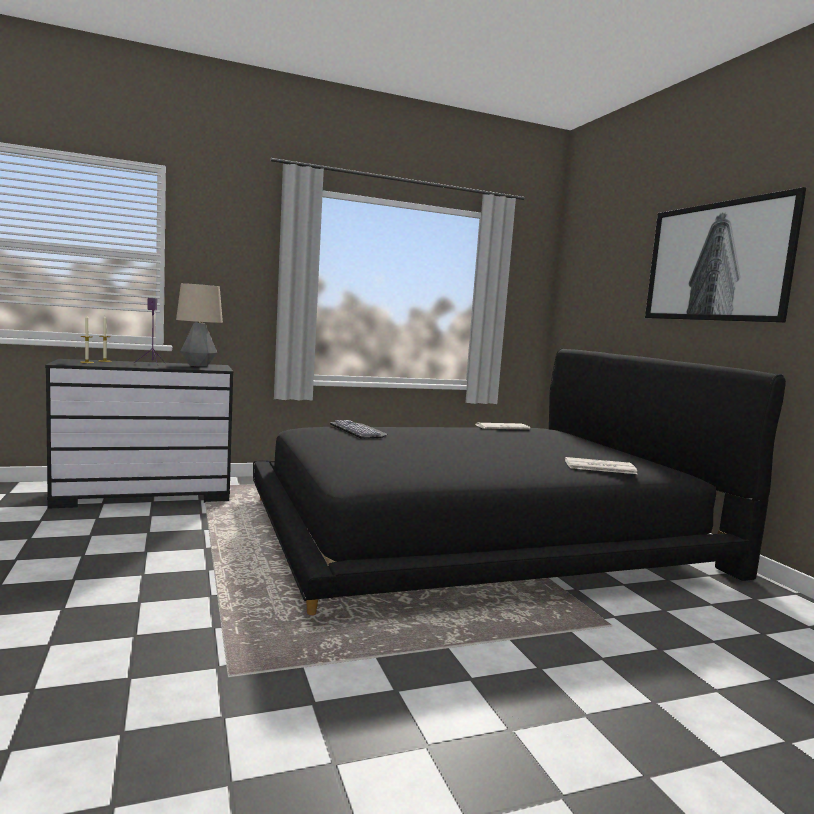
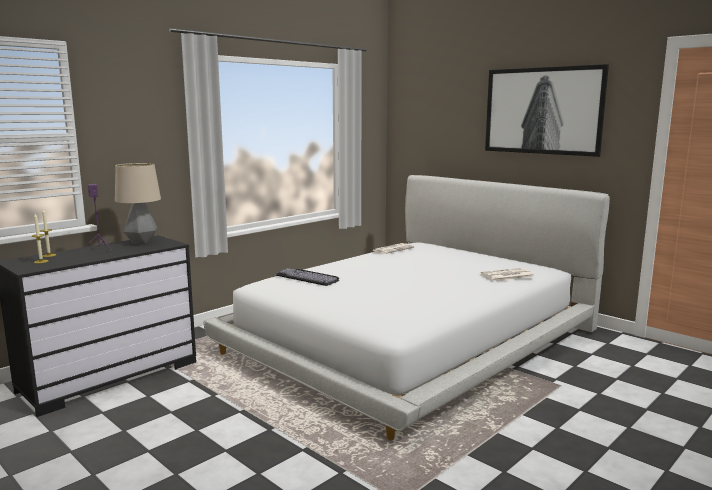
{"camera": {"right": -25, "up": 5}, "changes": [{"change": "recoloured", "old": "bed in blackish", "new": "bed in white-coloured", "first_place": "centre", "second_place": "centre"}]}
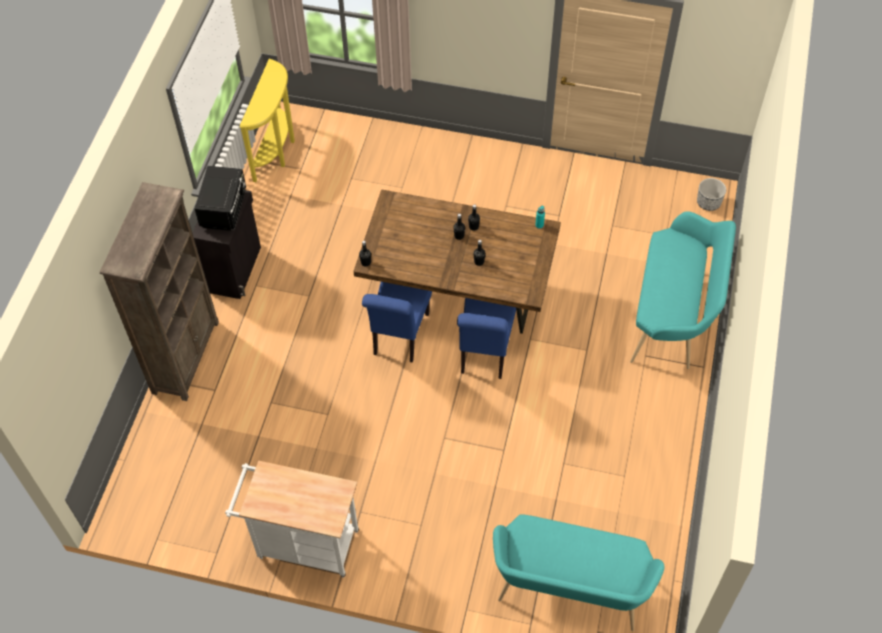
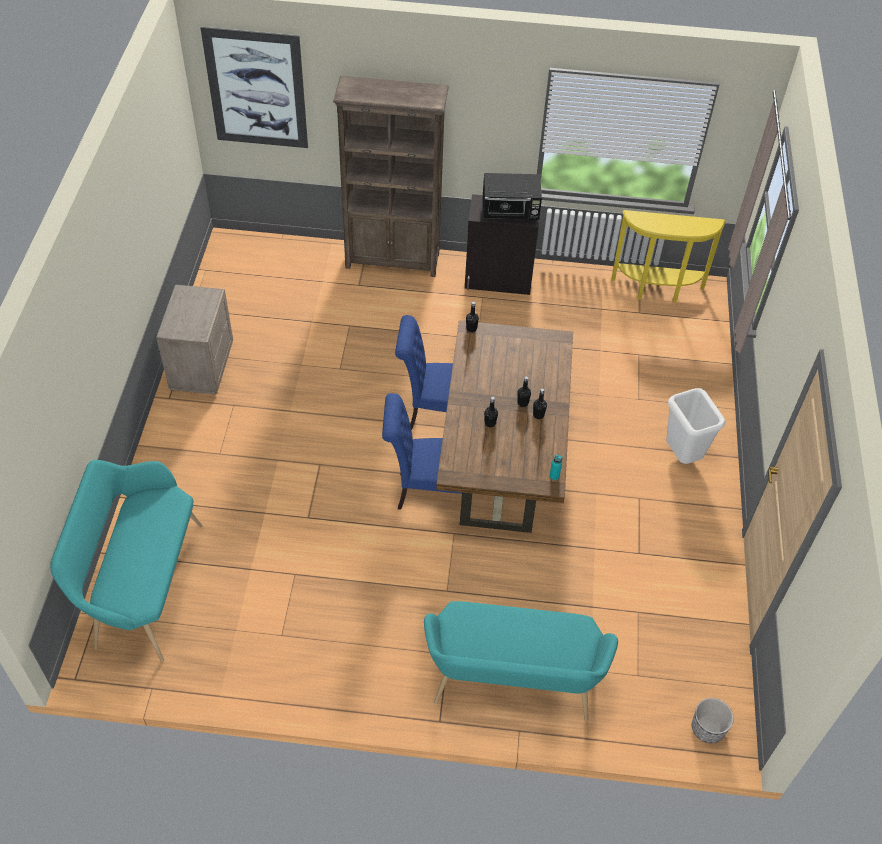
{"camera": {"right": 80, "up": -5}, "changes": [{"change": "replaced", "old": "cart in white-coloured", "new": "nightstand in sand-coloured", "first_place": "bottom left", "second_place": "middle left"}, {"change": "added", "new": "picture", "second_place": "top left"}, {"change": "added", "new": "trash can in white-coloured", "second_place": "middle right"}]}
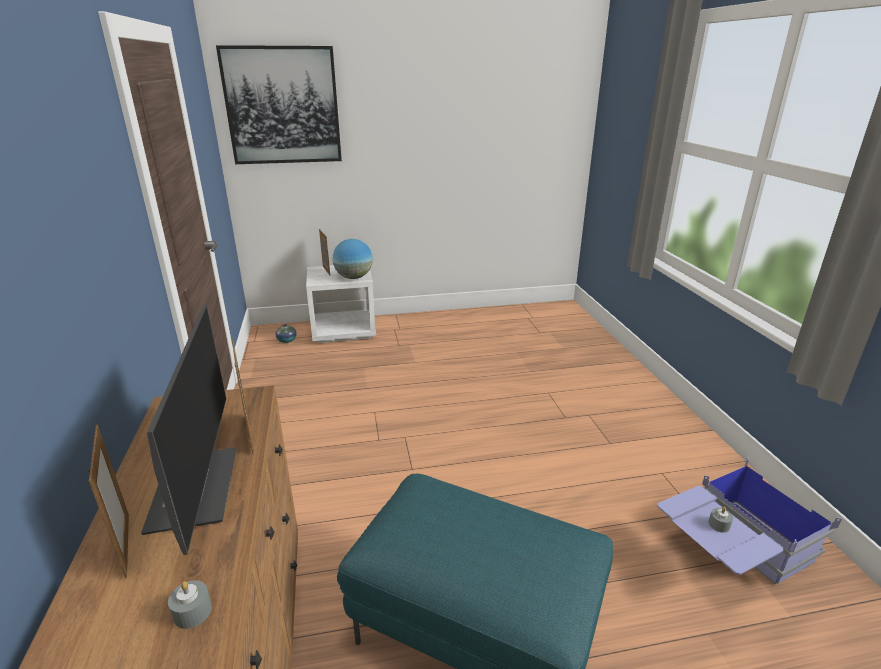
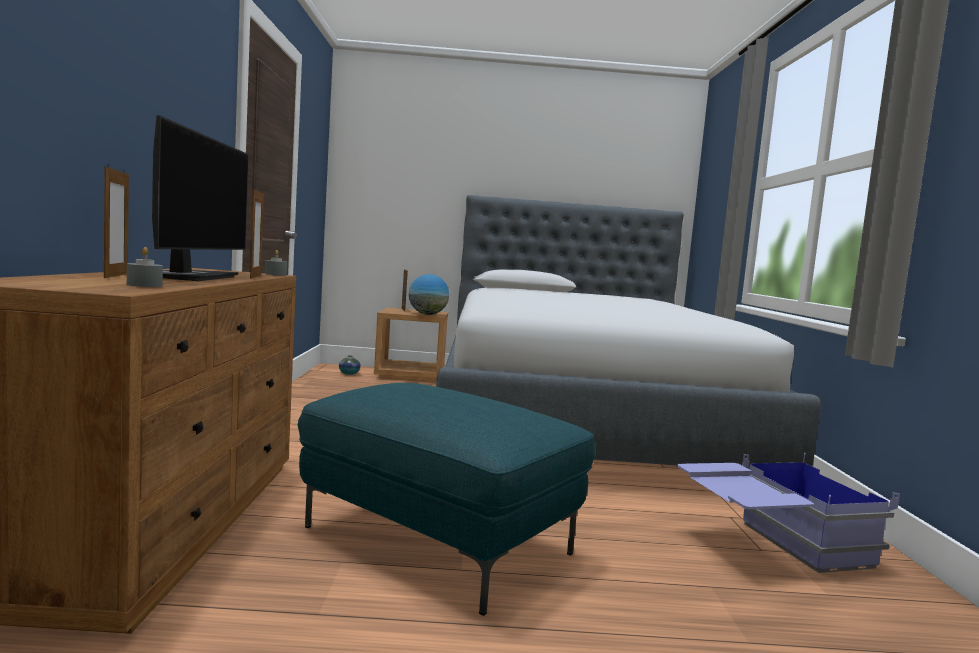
{"camera": {"right": 10, "up": -20}, "changes": [{"change": "moved", "old": "wax light in greyish (2nd from left)", "first_place": "bottom right", "second_place": "middle left"}, {"change": "recoloured", "old": "nightstand in white-coloured", "new": "nightstand in brown", "first_place": "centre", "second_place": "centre"}, {"change": "added", "new": "bed", "second_place": "centre"}, {"change": "removed", "old": "picture", "first_place": "top left"}]}
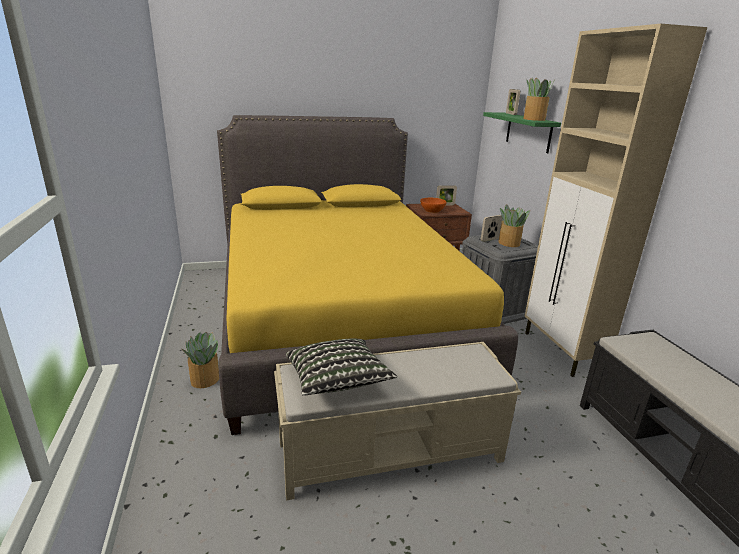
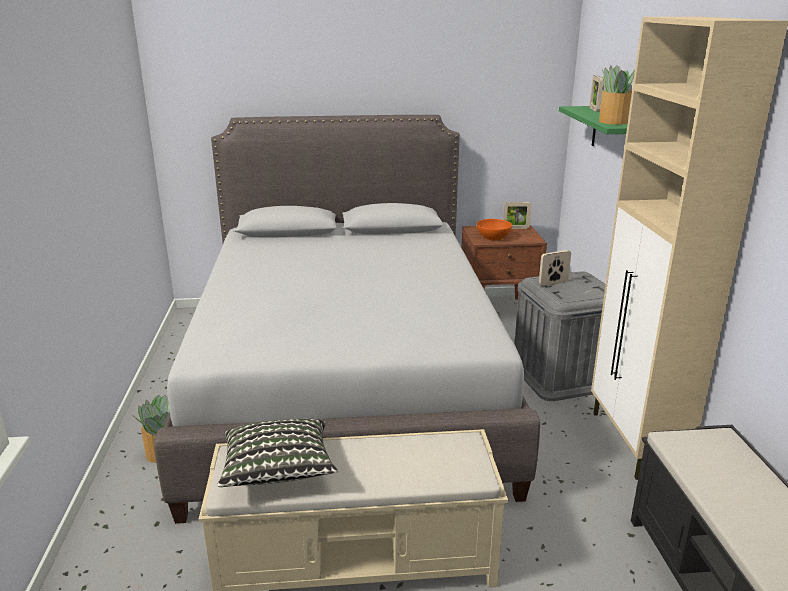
{"camera": {"right": 10, "up": 0}, "changes": [{"change": "recoloured", "old": "bed in yellow-coloured", "new": "bed in greyish", "first_place": "centre", "second_place": "centre"}, {"change": "removed", "old": "plant in a pot (2nd from left)", "first_place": "middle right"}]}
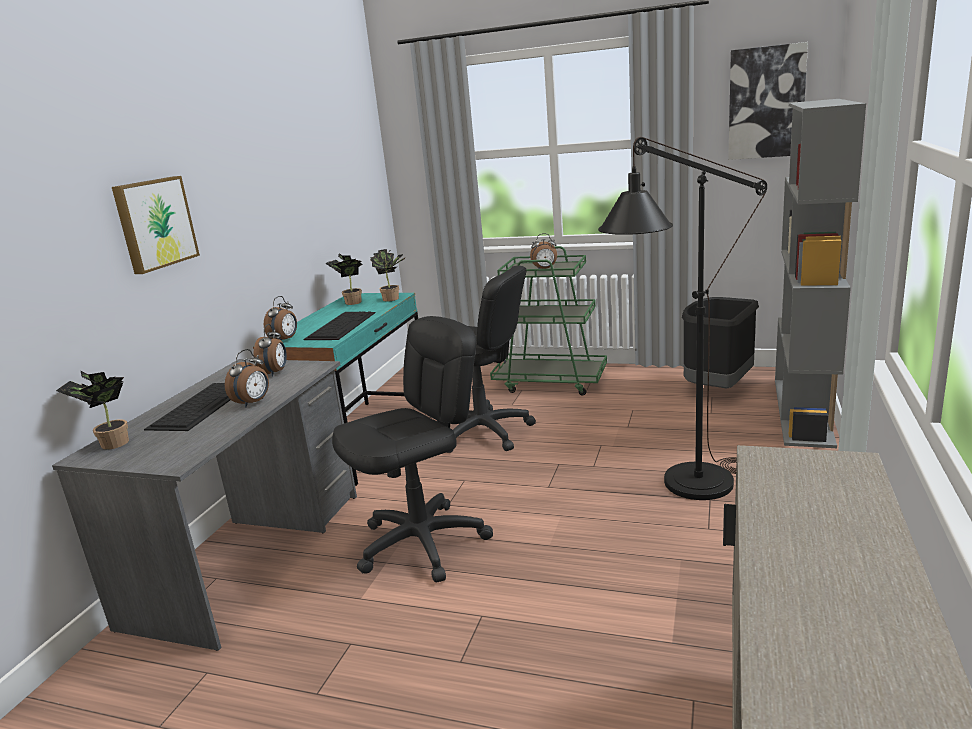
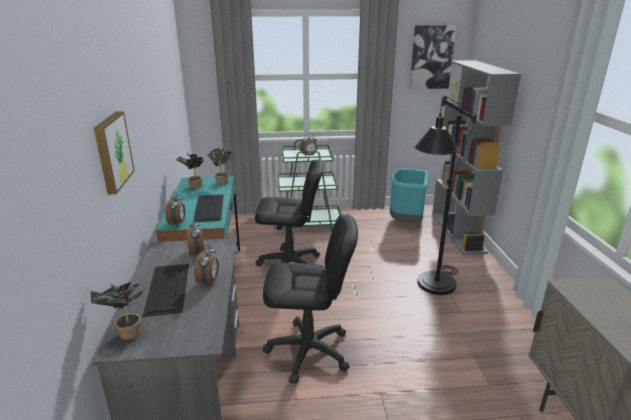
{"camera": {"right": -25, "up": 5}, "changes": [{"change": "turned", "old": "desk chair in blackish (1st from left in the first image)", "first_place": "centre", "second_place": "bottom centre", "degrees": 60}, {"change": "recoloured", "old": "trash can in blackish", "new": "trash can in turquoise-coloured", "first_place": "middle right", "second_place": "centre"}]}
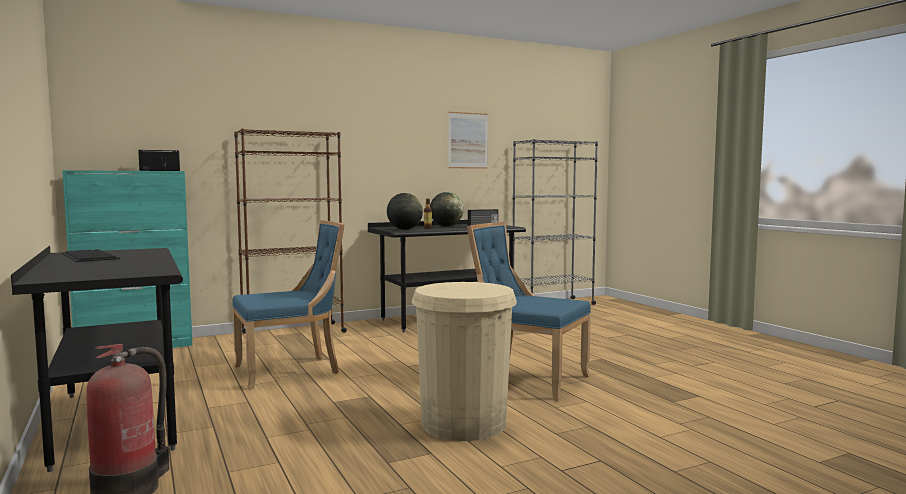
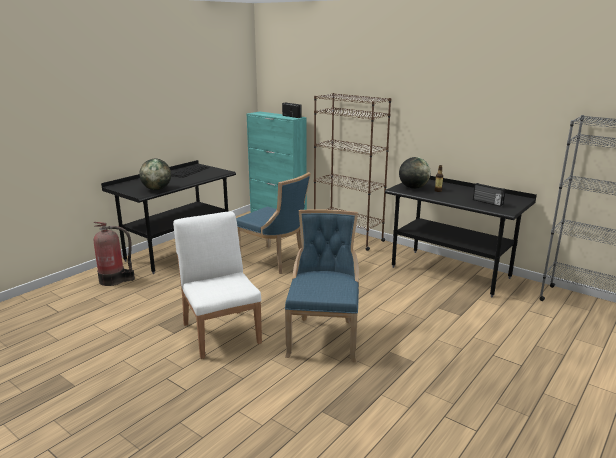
{"camera": {"right": 65, "up": 15}, "changes": [{"change": "moved", "old": "globe (2nd from left in the first image)", "new": "globe (1st from left)", "first_place": "centre", "second_place": "middle left"}, {"change": "replaced", "old": "trash can in sand-coloured", "new": "upright chair in white-coloured", "first_place": "bottom centre", "second_place": "centre"}, {"change": "removed", "old": "picture", "first_place": "top centre"}]}
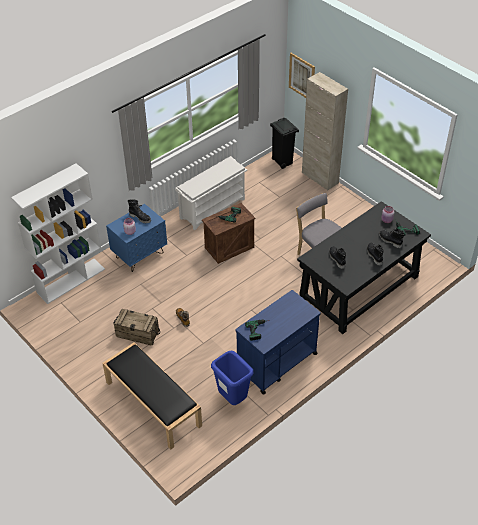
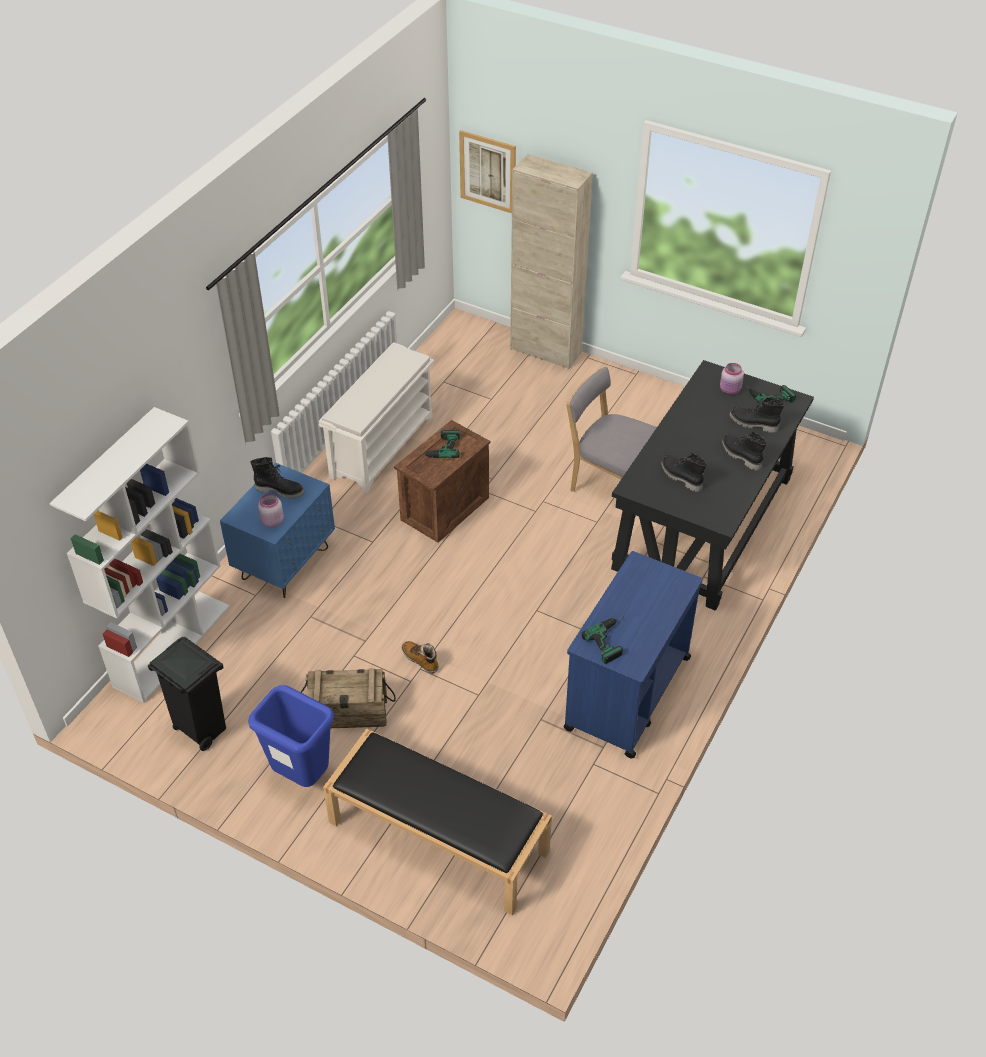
{"camera": {"right": -20, "up": 0}, "changes": [{"change": "moved", "old": "trash can in blackish", "first_place": "top centre", "second_place": "middle left"}, {"change": "moved", "old": "trash can in bluish", "first_place": "bottom centre", "second_place": "bottom left"}]}
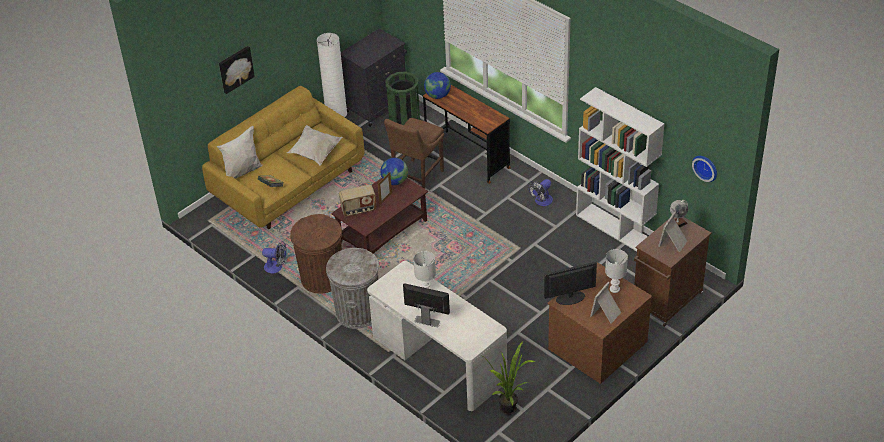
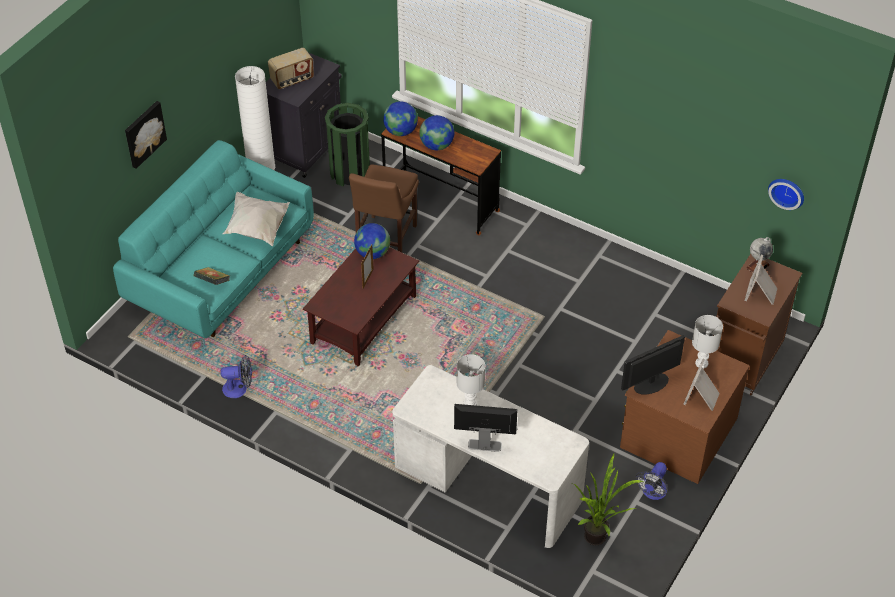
{"camera": {"right": -15, "up": 5}, "changes": [{"change": "recoloured", "old": "sofa in yellow-coloured", "new": "sofa in turquoise-coloured", "first_place": "middle left", "second_place": "middle left"}, {"change": "moved", "old": "radio set", "first_place": "centre", "second_place": "top left"}, {"change": "added", "new": "globe (3rd from left)", "second_place": "top centre"}, {"change": "moved", "old": "fan (2nd from left)", "first_place": "centre", "second_place": "bottom right"}, {"change": "removed", "old": "cushion in white-coloured (1st from left)", "first_place": "middle left"}, {"change": "removed", "old": "trash can in brown", "first_place": "centre"}, {"change": "removed", "old": "trash can in greyish", "first_place": "centre"}, {"change": "removed", "old": "bookshelf in white-coloured", "first_place": "middle right"}]}
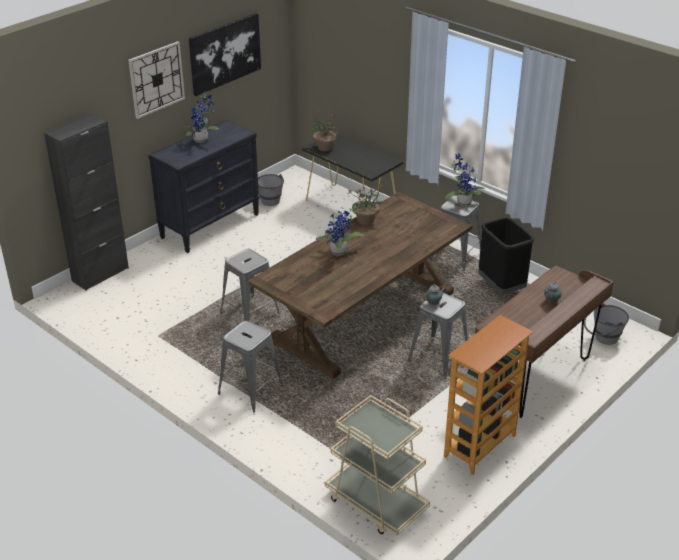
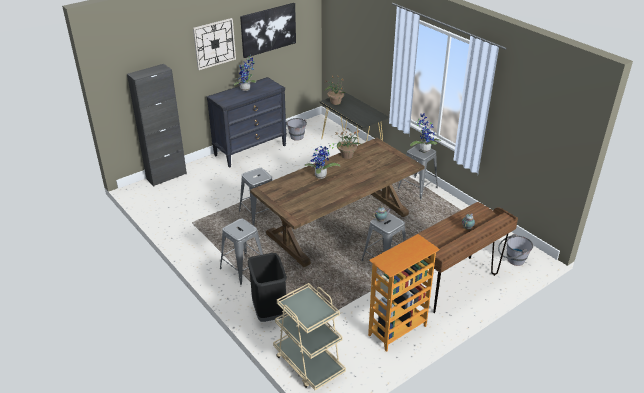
{"camera": {"right": 10, "up": 0}, "changes": [{"change": "moved", "old": "trash can in blackish", "first_place": "middle right", "second_place": "bottom centre"}]}
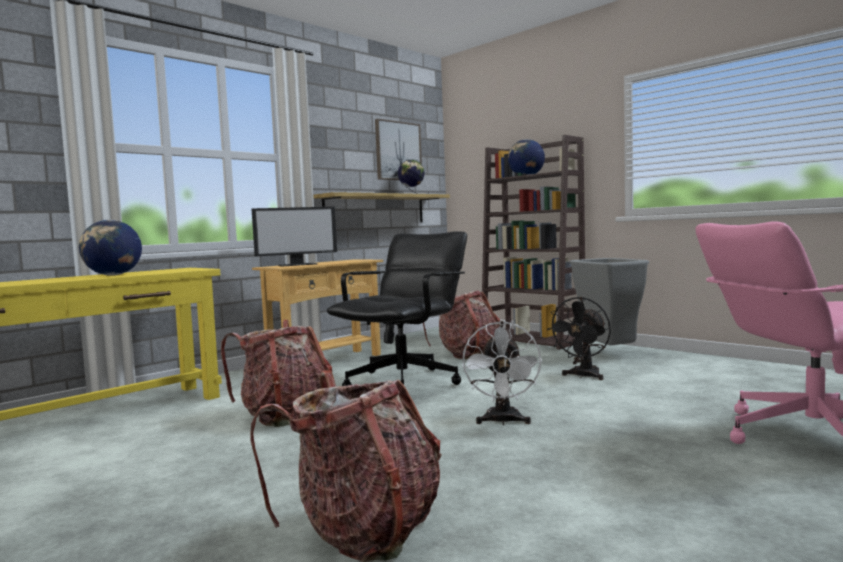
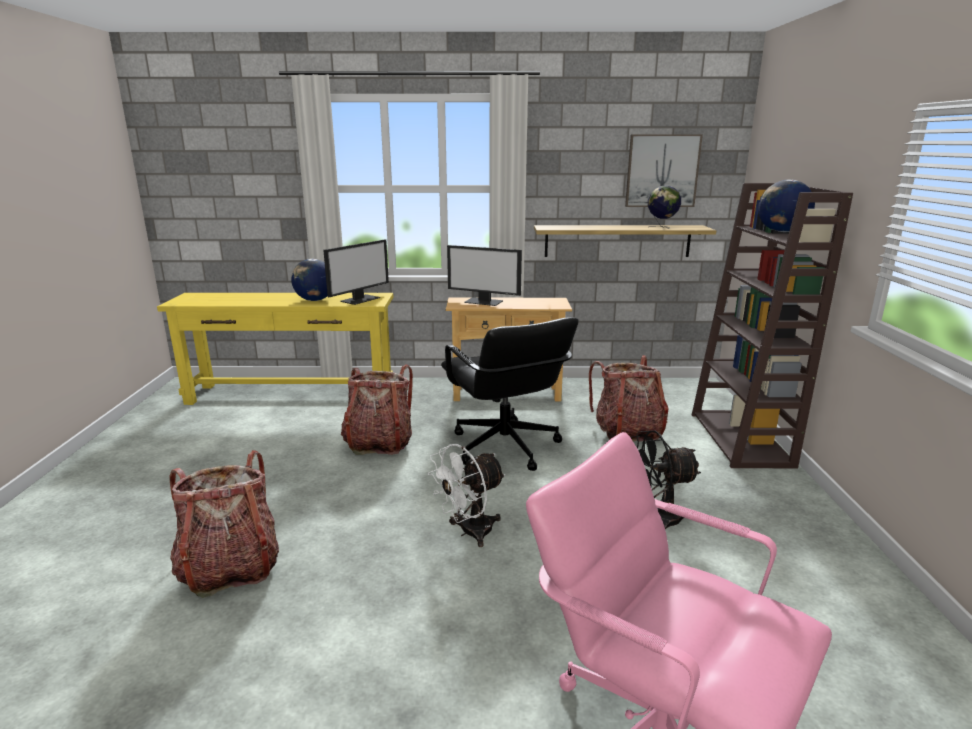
{"camera": {"right": 45, "up": 15}, "changes": [{"change": "added", "new": "monitor (1st from left)", "second_place": "centre"}, {"change": "turned", "old": "desk chair in blackish", "first_place": "centre", "second_place": "centre", "degrees": 75}, {"change": "removed", "old": "trash can in greyish", "first_place": "middle right"}]}
